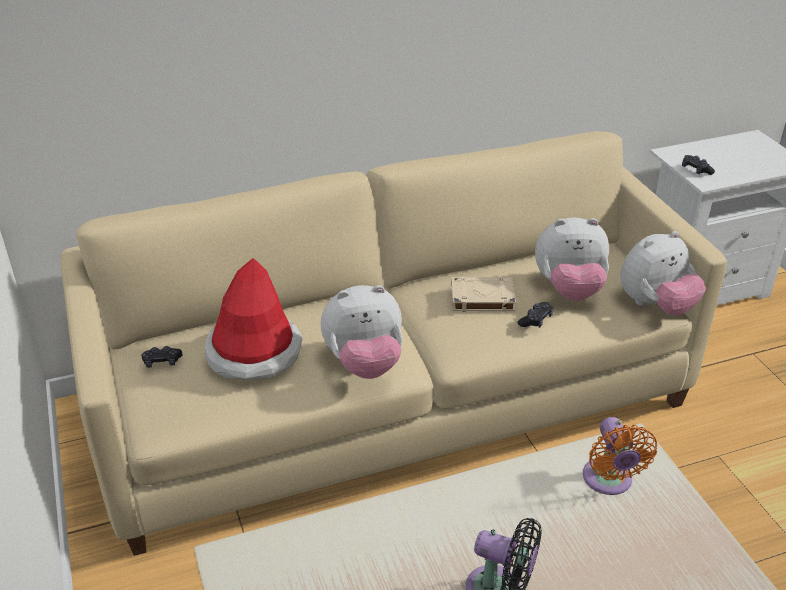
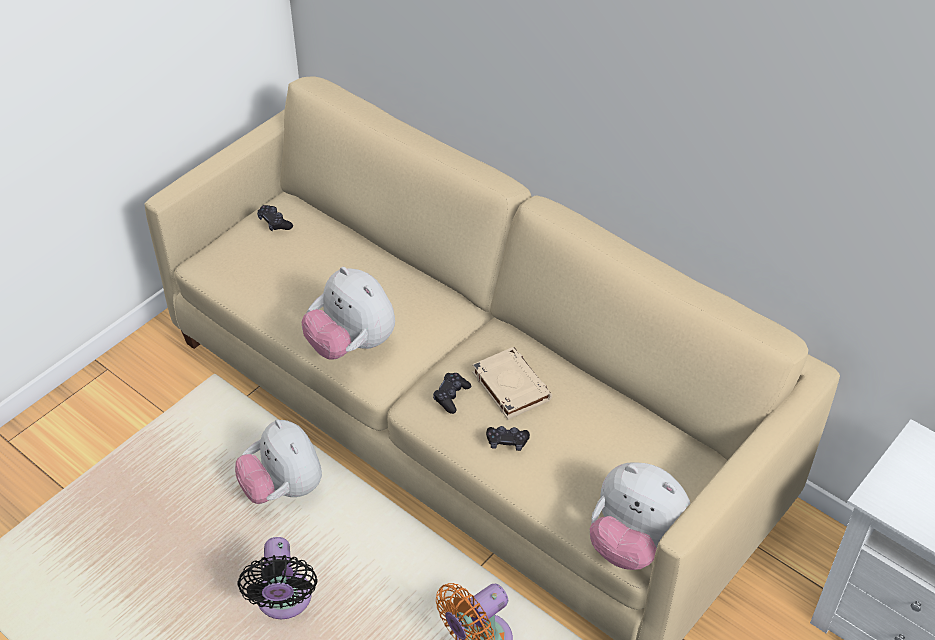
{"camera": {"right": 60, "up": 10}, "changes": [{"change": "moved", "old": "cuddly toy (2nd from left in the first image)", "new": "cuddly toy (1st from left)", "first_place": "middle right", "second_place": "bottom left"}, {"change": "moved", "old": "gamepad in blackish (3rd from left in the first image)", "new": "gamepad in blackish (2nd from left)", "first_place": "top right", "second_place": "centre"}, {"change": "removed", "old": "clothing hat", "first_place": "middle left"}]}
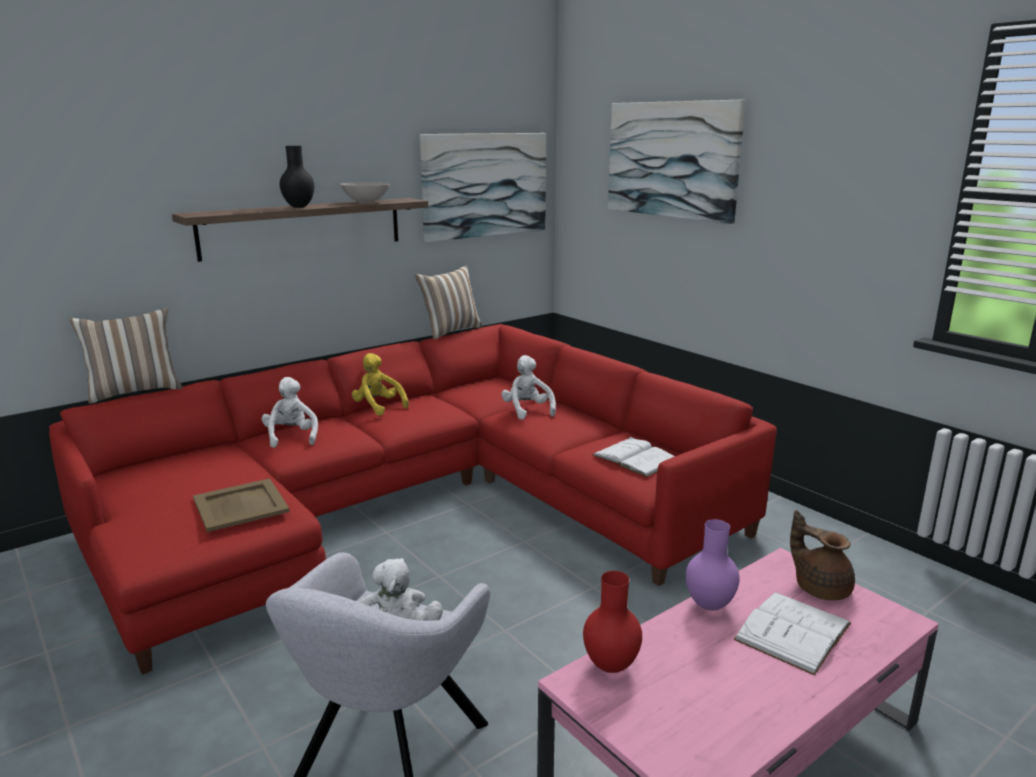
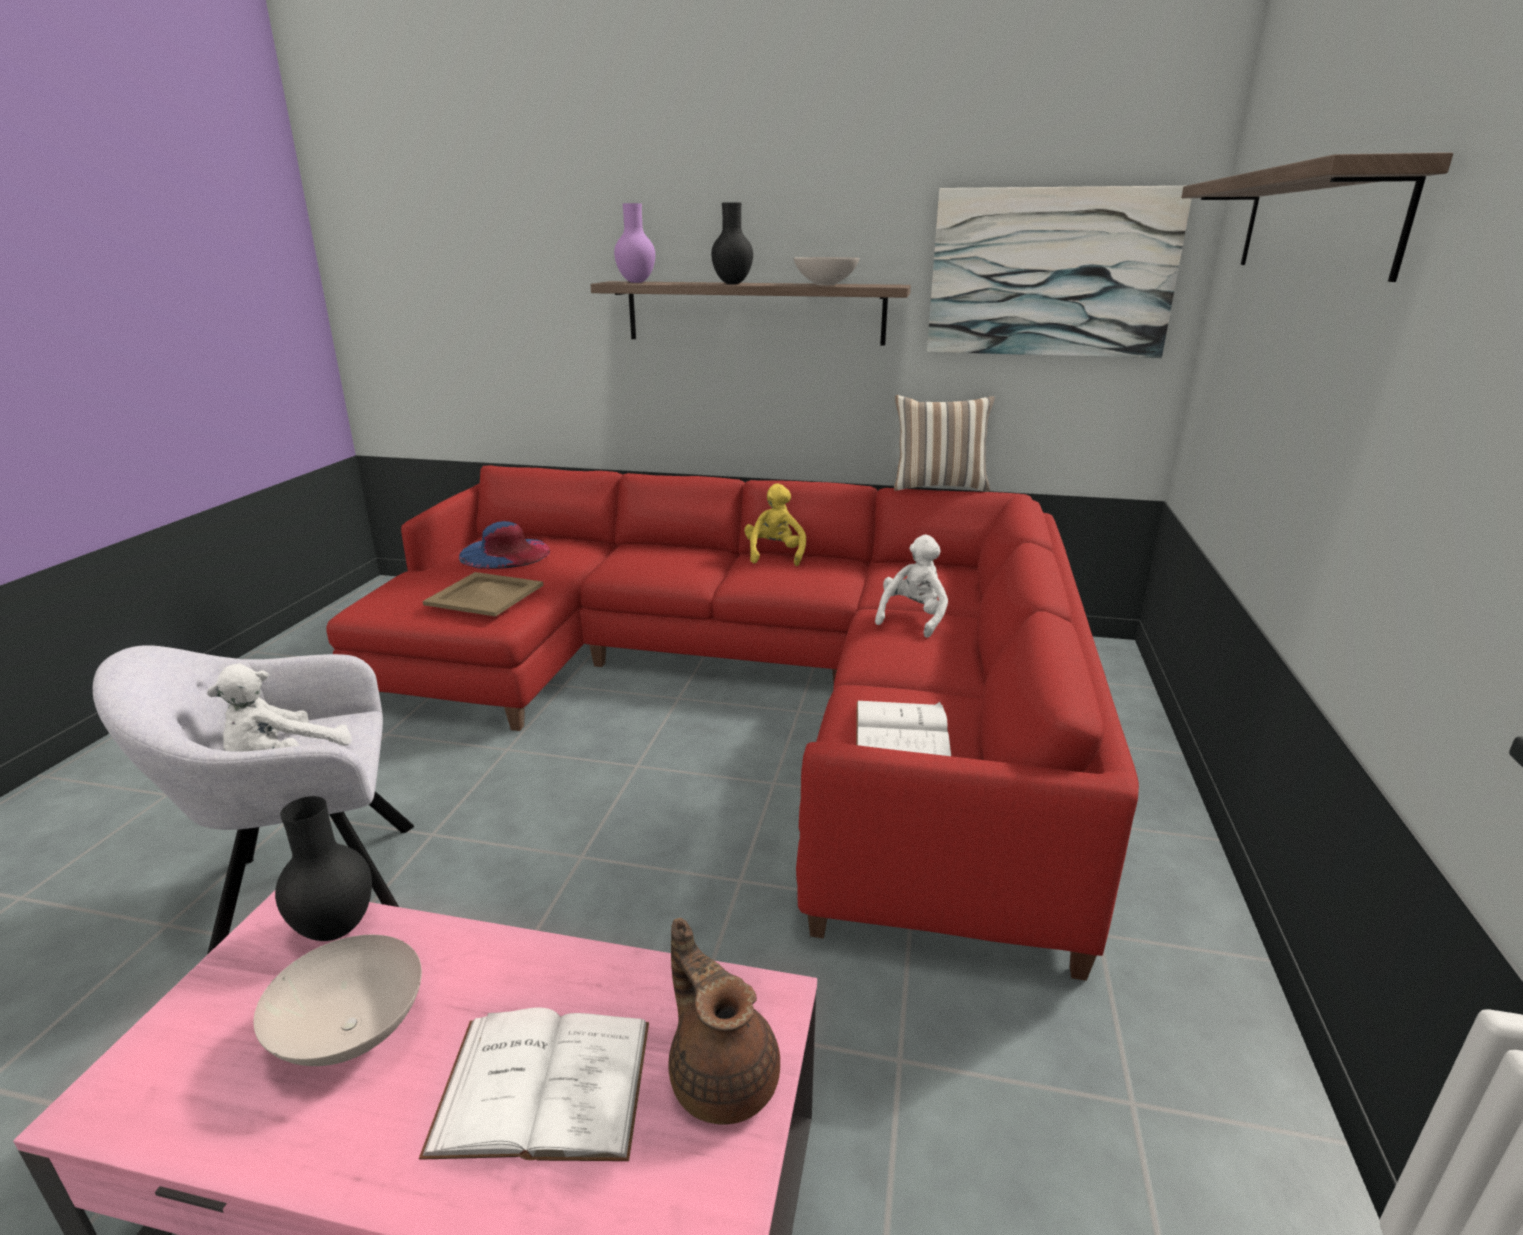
{"camera": {"right": 50, "up": 5}, "changes": [{"change": "added", "new": "bowl in white-coloured (1st from left)", "second_place": "bottom left"}, {"change": "recoloured", "old": "decorative vase in red-coloured", "new": "decorative vase in blackish (1st from left)", "first_place": "bottom centre", "second_place": "bottom left"}, {"change": "added", "new": "clothing hat in bluish", "second_place": "middle left"}, {"change": "moved", "old": "decorative vase in purple", "first_place": "bottom right", "second_place": "top centre"}, {"change": "turned", "old": "pot for tea in brown", "first_place": "bottom right", "second_place": "bottom centre", "degrees": -45}, {"change": "replaced", "old": "picture (2nd from left)", "new": "shelf (2nd from left)", "first_place": "top centre", "second_place": "top right"}, {"change": "removed", "old": "cushion (1st from left)", "first_place": "middle left"}, {"change": "removed", "old": "cuddly toy in white-coloured (1st from left)", "first_place": "middle left"}]}
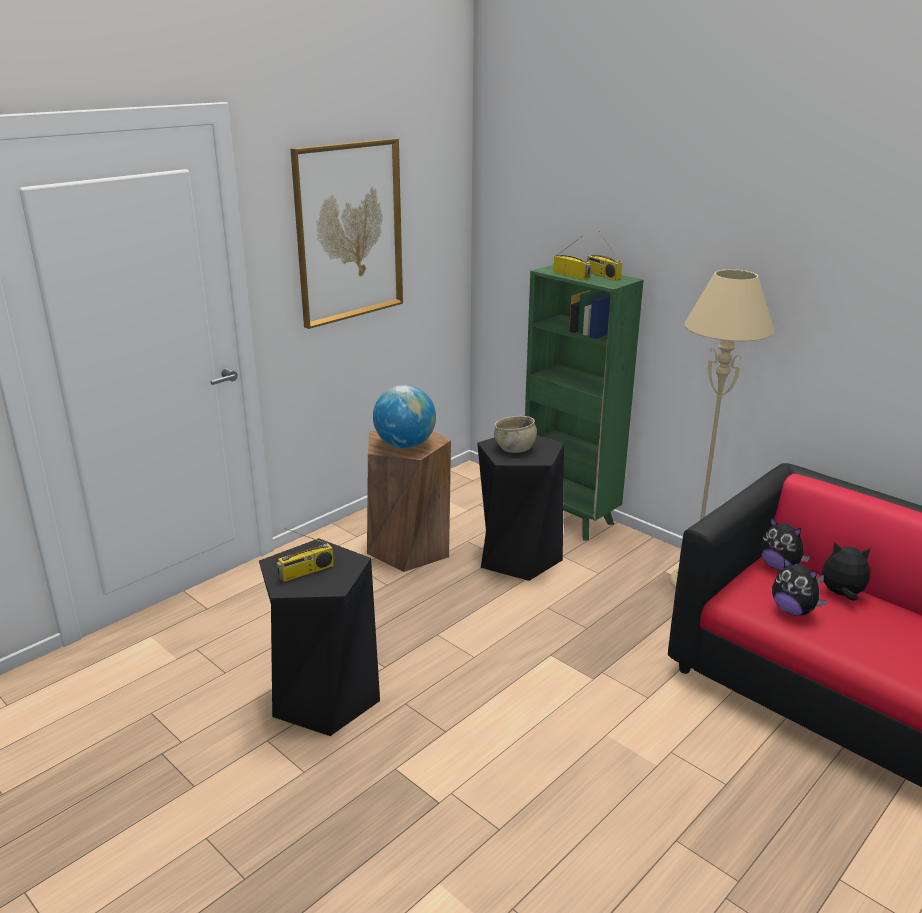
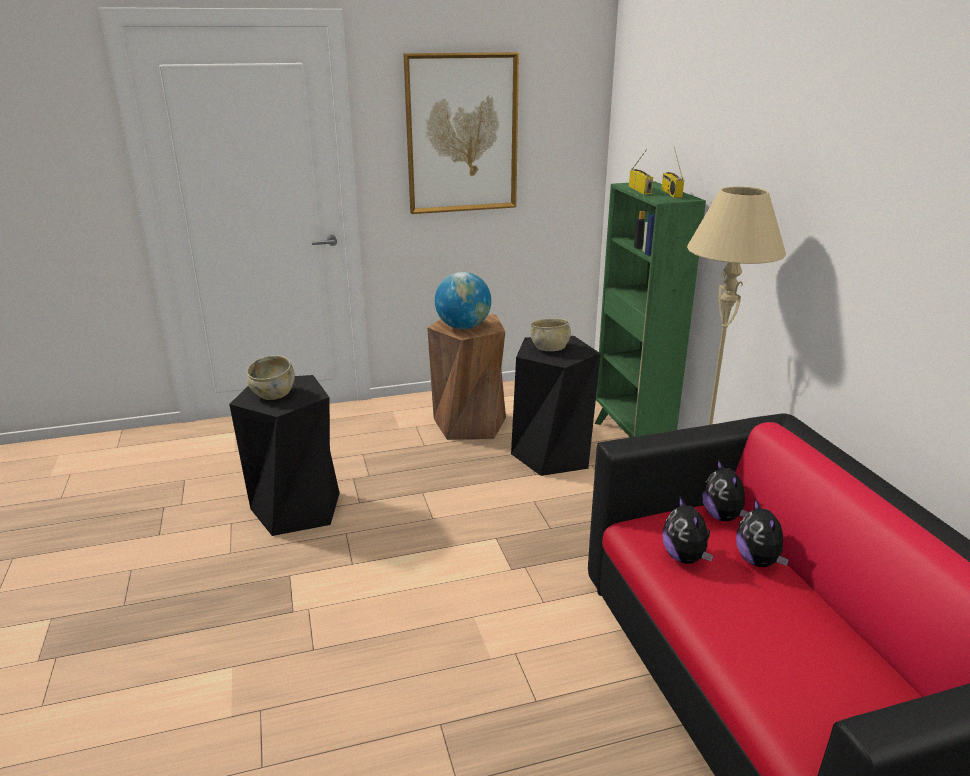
{"camera": {"right": 30, "up": 0}, "changes": [{"change": "replaced", "old": "radio set (1st from left)", "new": "bowl in sand-coloured (1st from left)", "first_place": "middle left", "second_place": "middle left"}, {"change": "turned", "old": "cuddly toy (3rd from left)", "first_place": "middle right", "second_place": "bottom right", "degrees": -150}]}
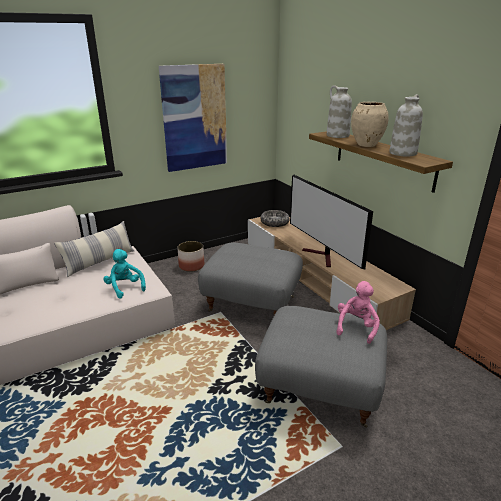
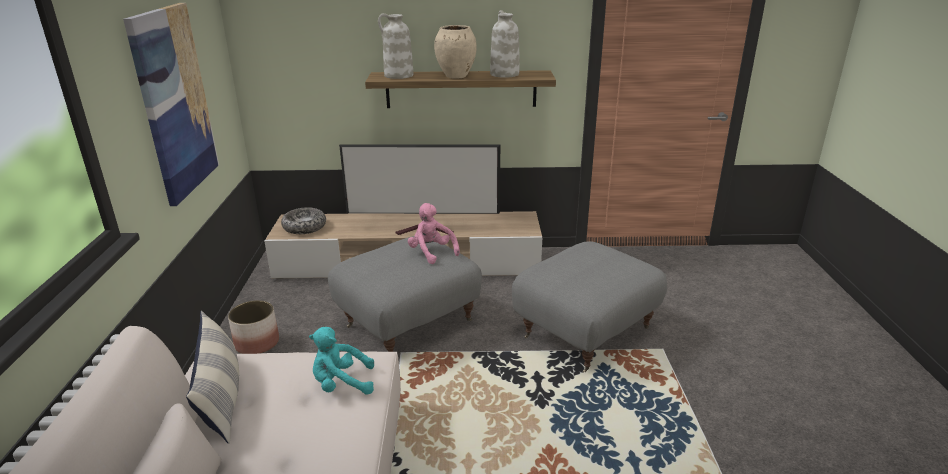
{"camera": {"right": -60, "up": 0}, "changes": [{"change": "moved", "old": "cuddly toy in pinkish", "first_place": "middle right", "second_place": "centre"}]}
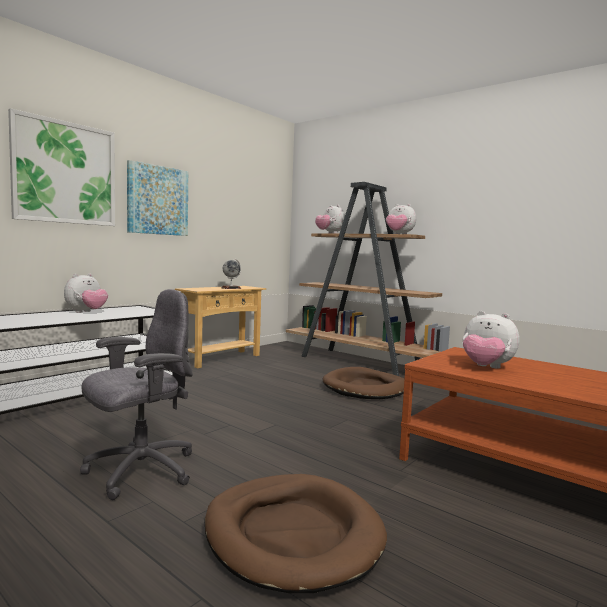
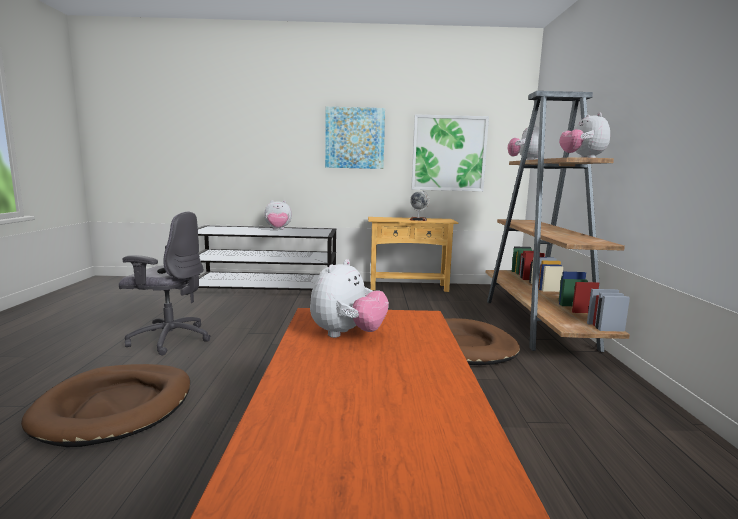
{"camera": {"right": 50, "up": 5}, "changes": [{"change": "turned", "old": "cuddly toy (4th from left in the first image)", "first_place": "middle right", "second_place": "centre", "degrees": -150}, {"change": "moved", "old": "picture (1st from left in the first image)", "new": "picture (2nd from left)", "first_place": "top left", "second_place": "top centre"}]}
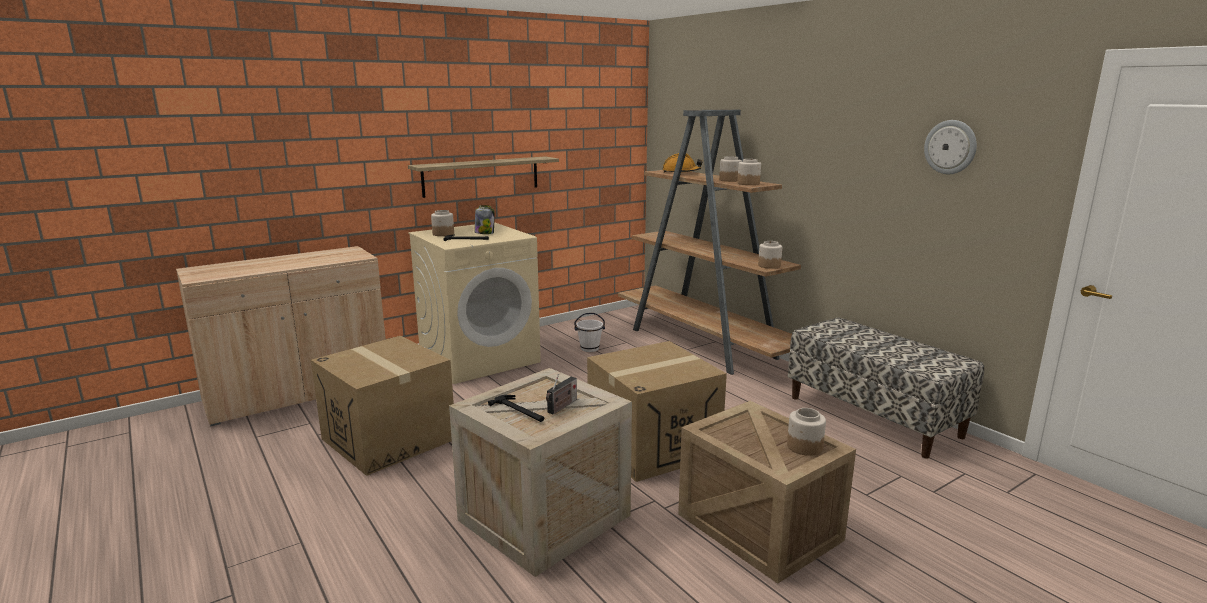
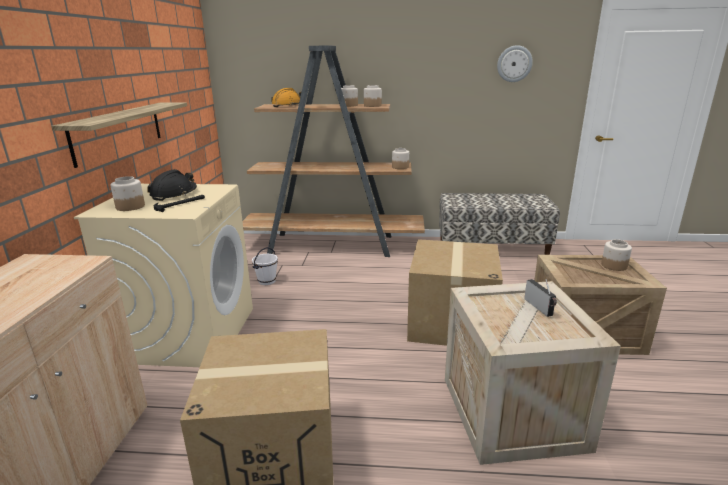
{"camera": {"right": -50, "up": 5}, "changes": [{"change": "replaced", "old": "jar (2nd from left)", "new": "work helmet in blackish", "first_place": "centre", "second_place": "middle left"}, {"change": "removed", "old": "tool hammer (2nd from left)", "first_place": "bottom centre"}]}
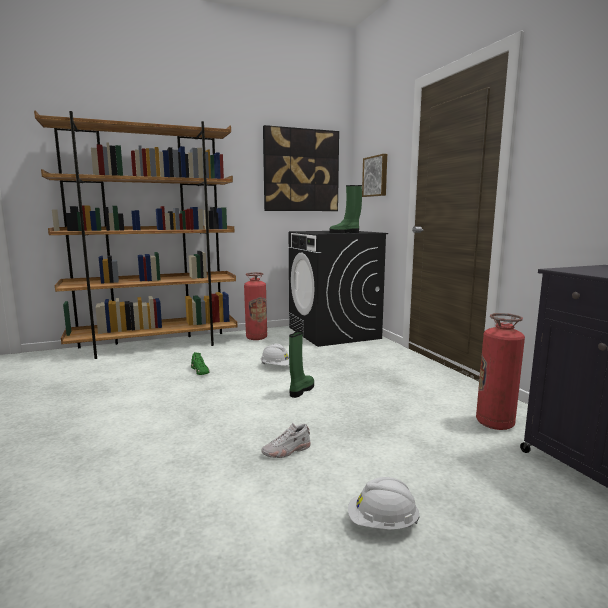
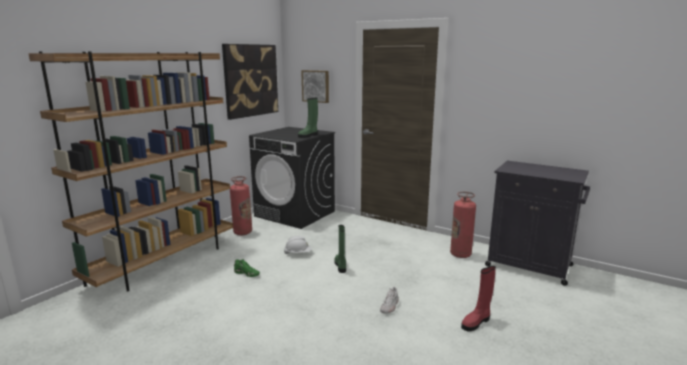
{"camera": {"right": -35, "up": 5}, "changes": [{"change": "replaced", "old": "work helmet in white-coloured (2nd from left)", "new": "high-top boot in red-coloured", "first_place": "bottom centre", "second_place": "bottom right"}]}
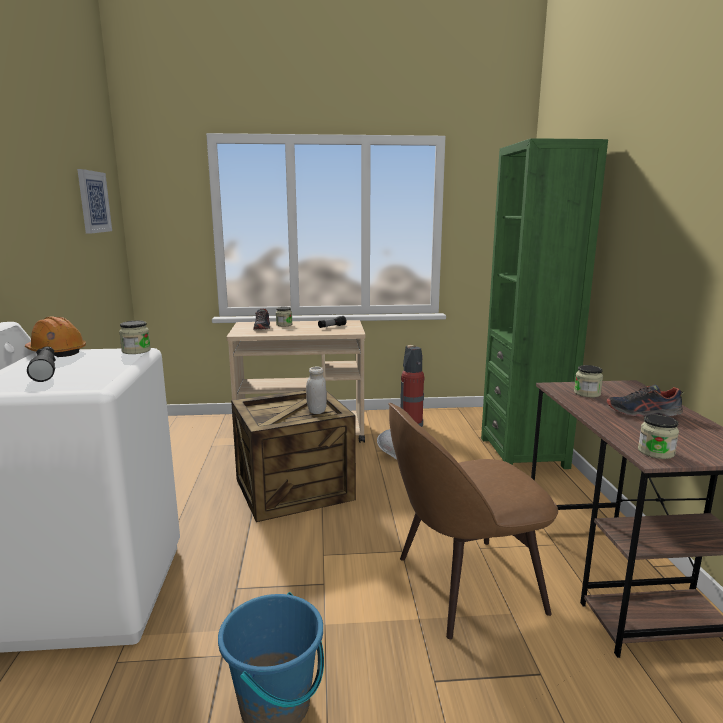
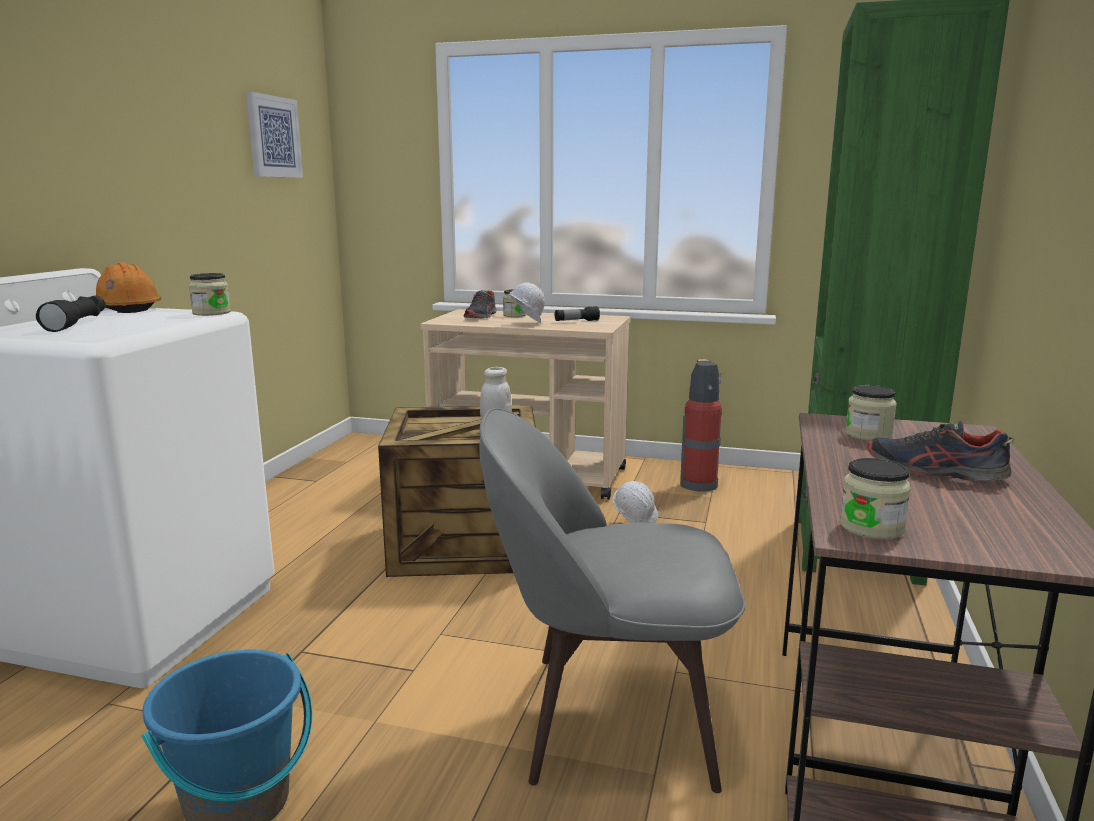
{"camera": {"right": 20, "up": 0}, "changes": [{"change": "recoloured", "old": "upright chair in brown", "new": "upright chair in greyish", "first_place": "bottom centre", "second_place": "bottom centre"}, {"change": "added", "new": "work helmet in white-coloured (1st from left)", "second_place": "centre"}]}
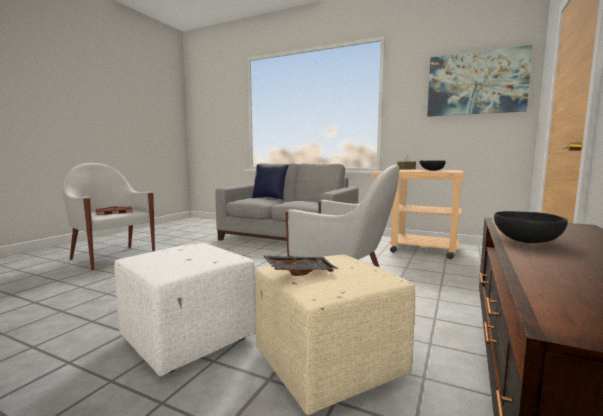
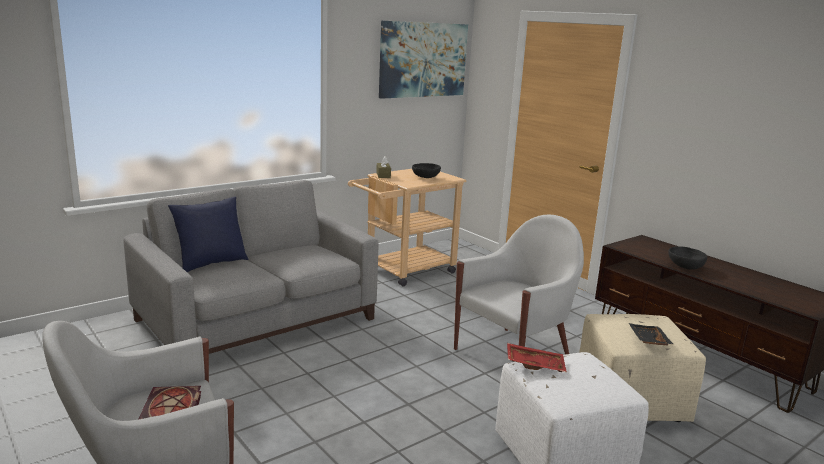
{"camera": {"right": -65, "up": 10}, "changes": [{"change": "added", "new": "tray in red-coloured", "second_place": "bottom centre"}]}
